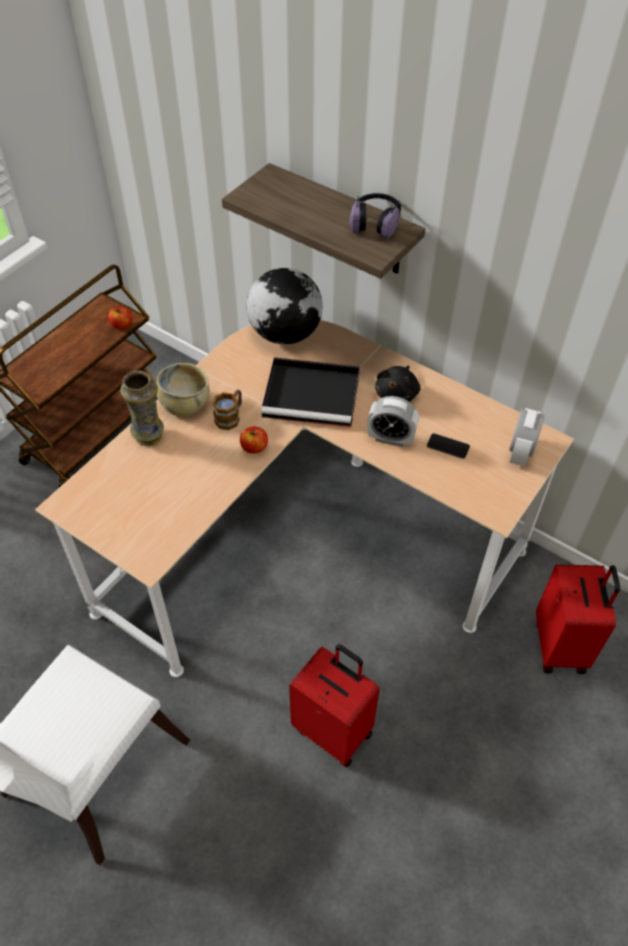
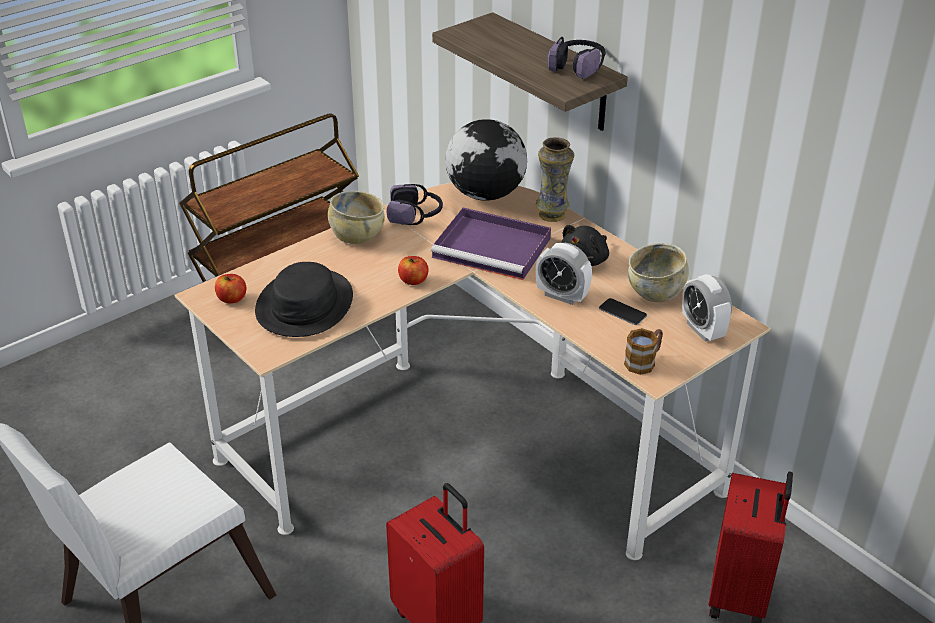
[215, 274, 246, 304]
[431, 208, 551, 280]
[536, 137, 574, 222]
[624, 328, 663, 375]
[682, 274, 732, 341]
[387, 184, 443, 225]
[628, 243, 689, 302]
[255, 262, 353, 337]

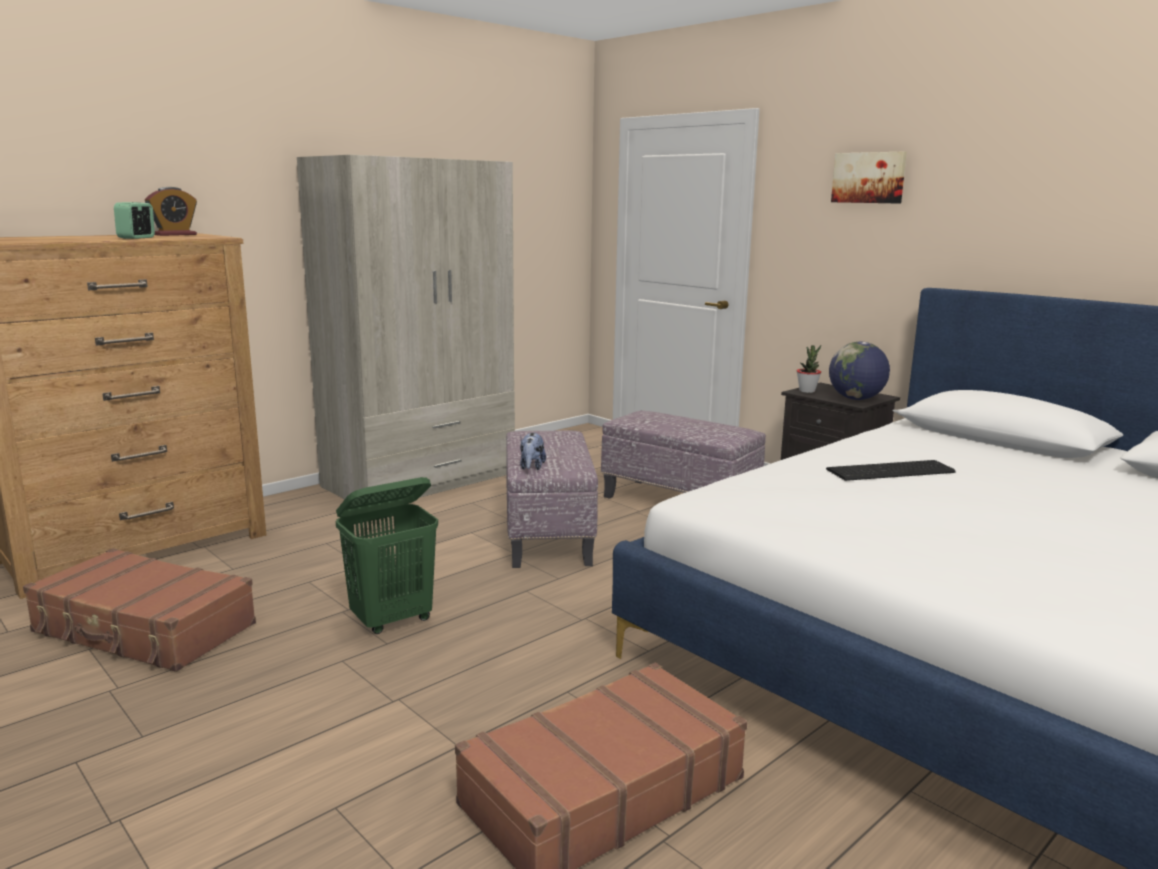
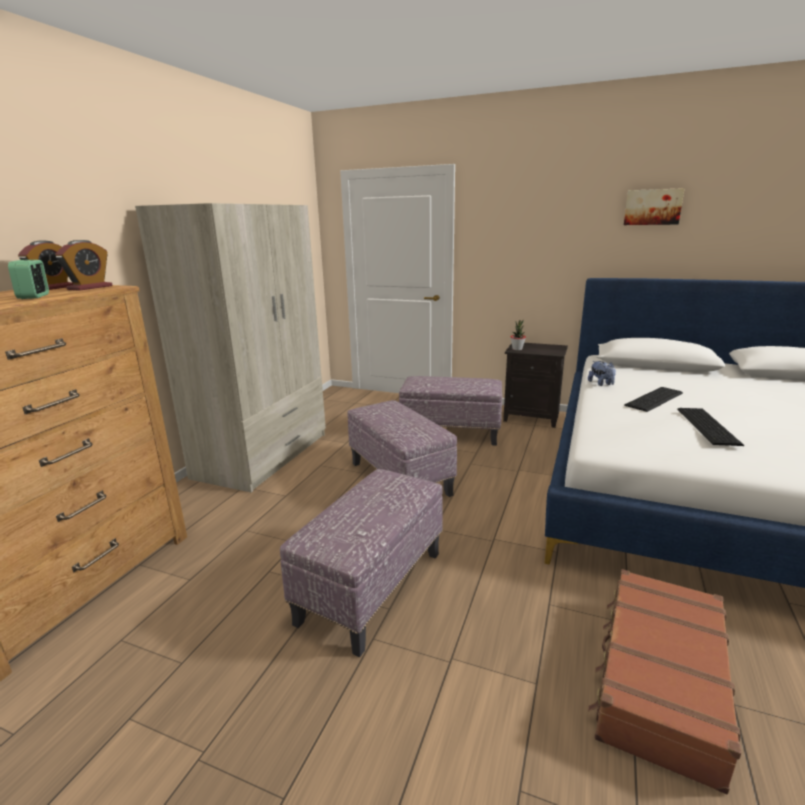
[624, 188, 685, 225]
[829, 341, 890, 400] (first image)
[588, 361, 616, 386]
[280, 469, 443, 657]
[23, 548, 256, 672] (first image)
[55, 240, 112, 291]
[677, 408, 744, 446]

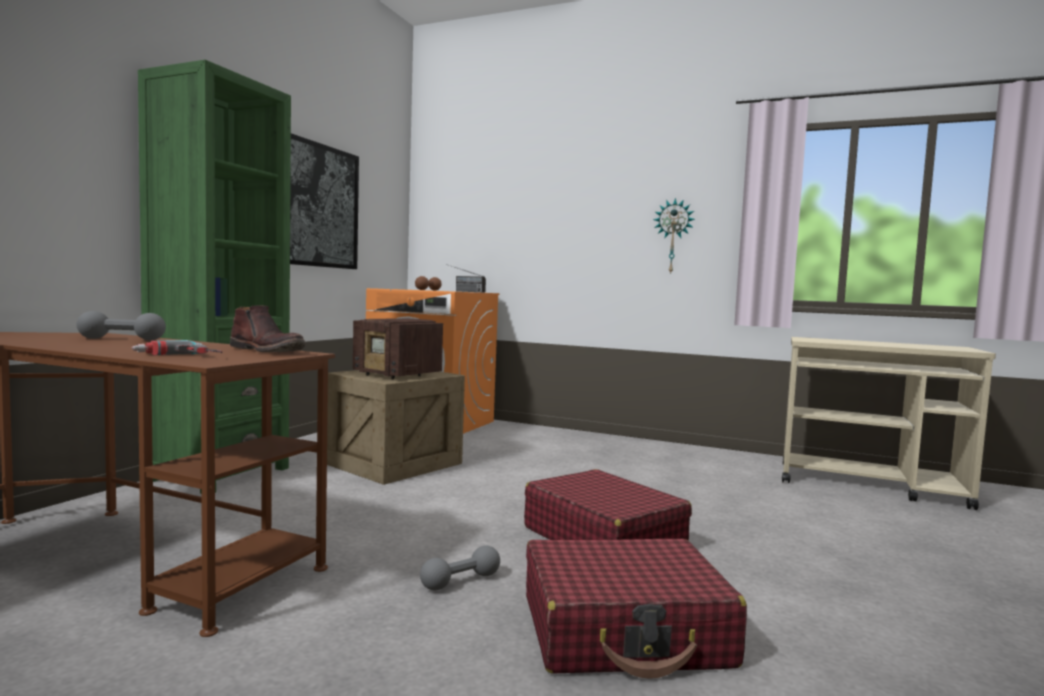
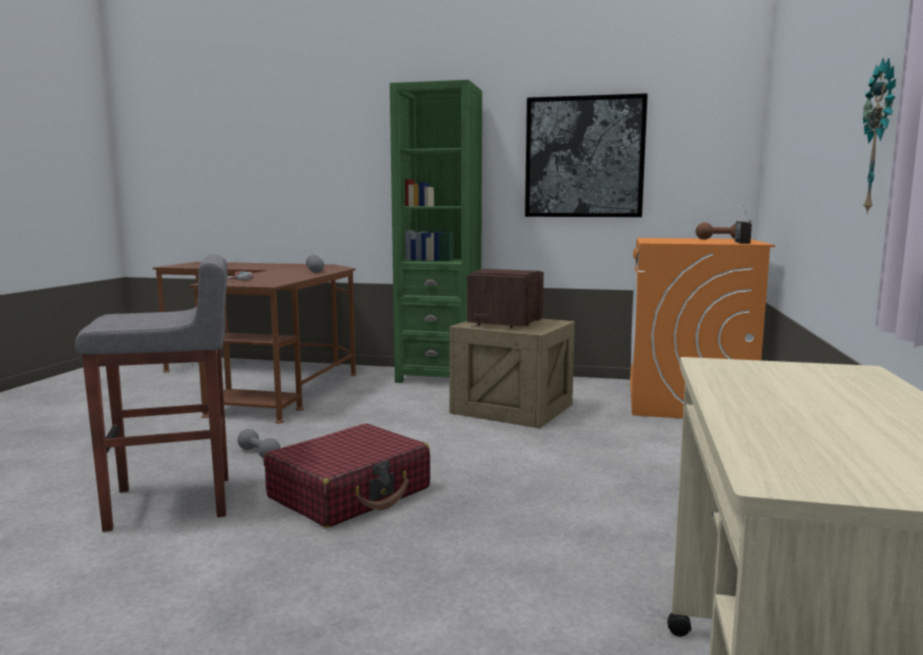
[230, 305, 305, 352] (first image)
[75, 254, 228, 532]

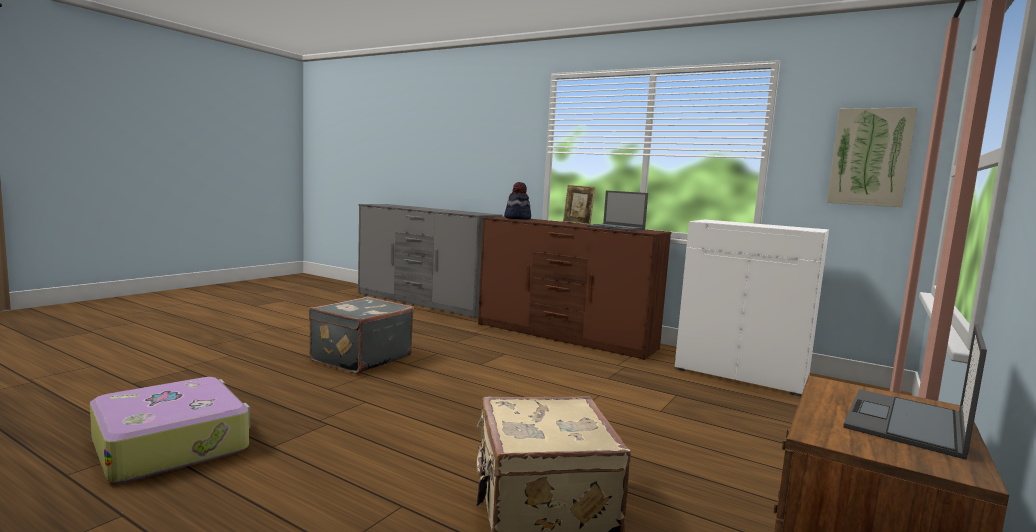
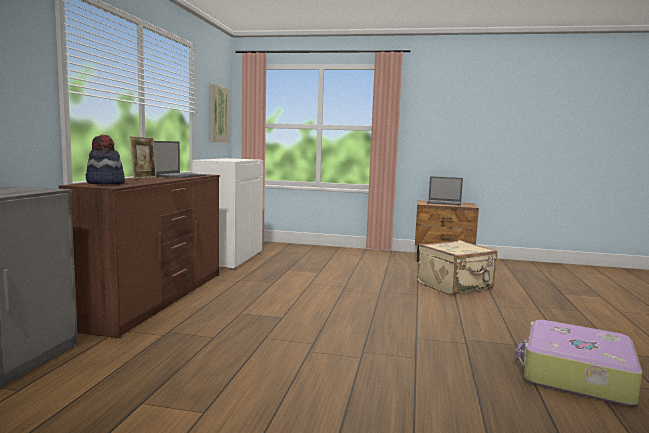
[309, 297, 414, 374] (first image)

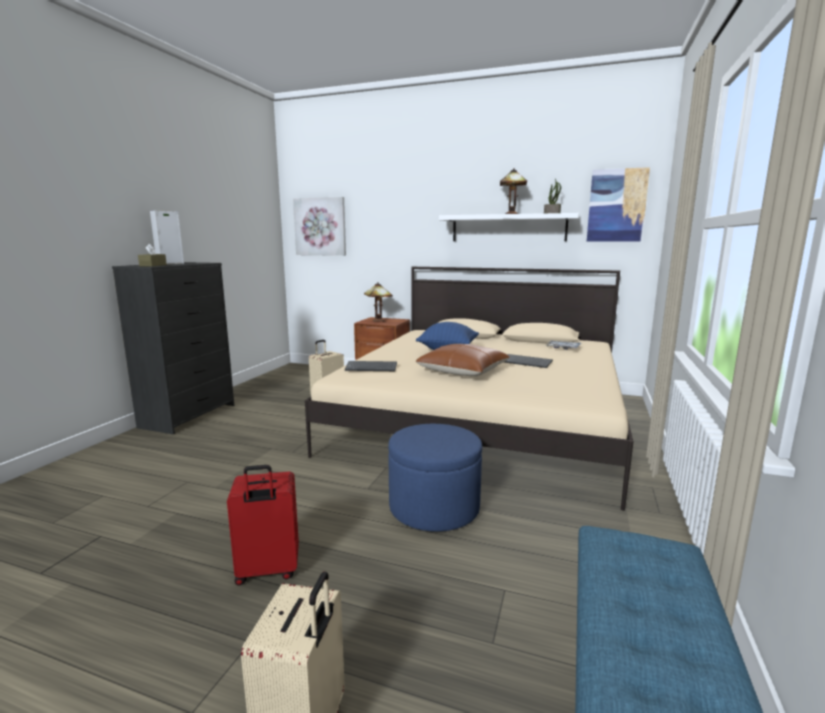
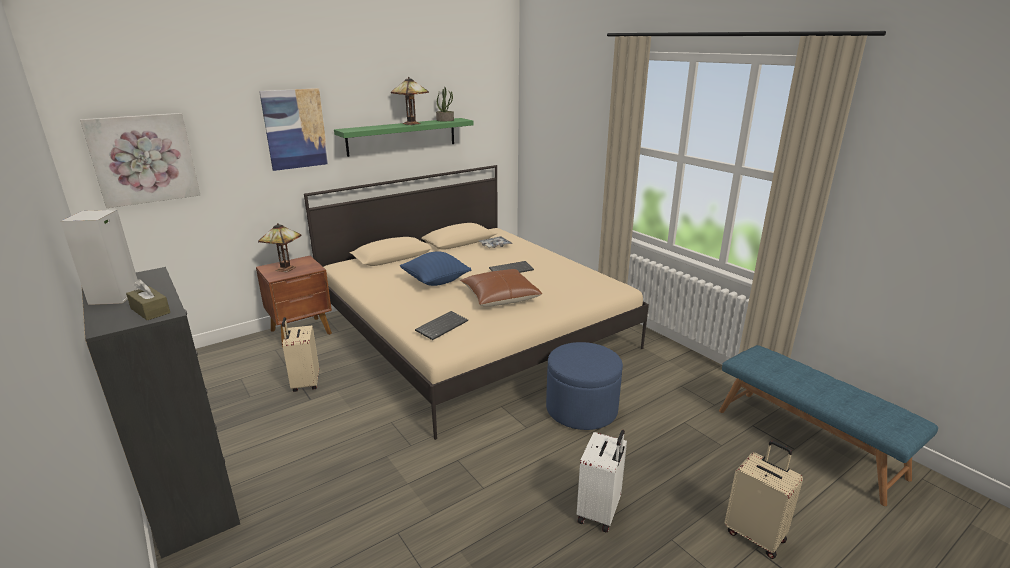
[259, 88, 329, 171]
[334, 118, 474, 157]
[577, 430, 627, 533]

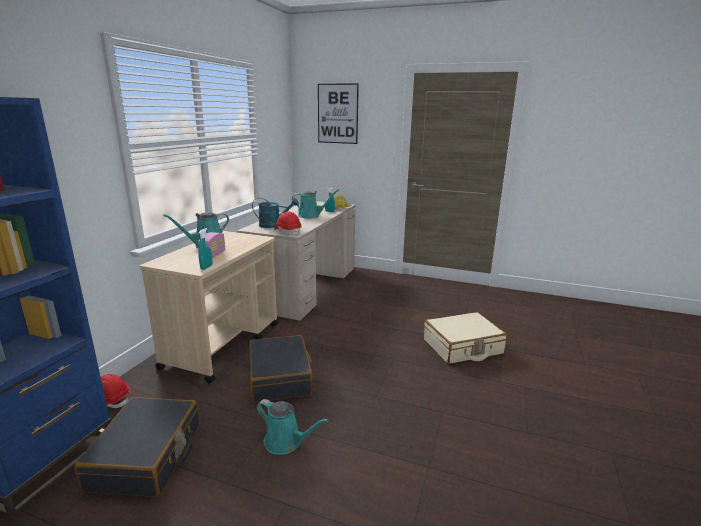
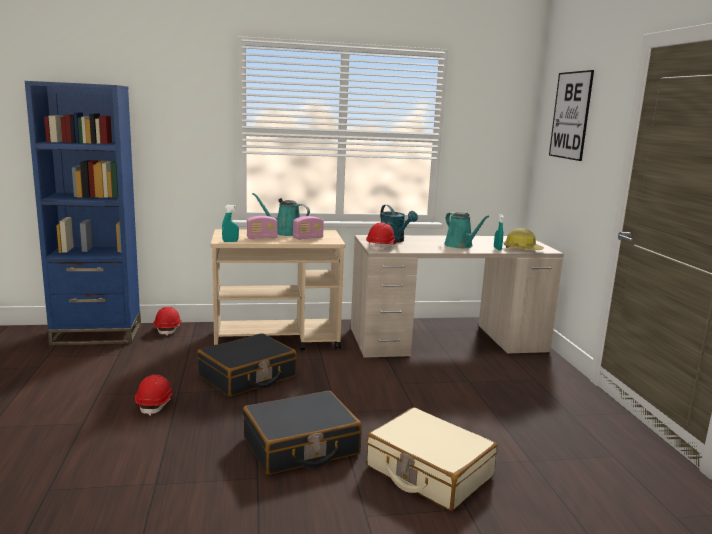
[243, 391, 362, 475]
[135, 375, 174, 416]
[293, 216, 324, 240]

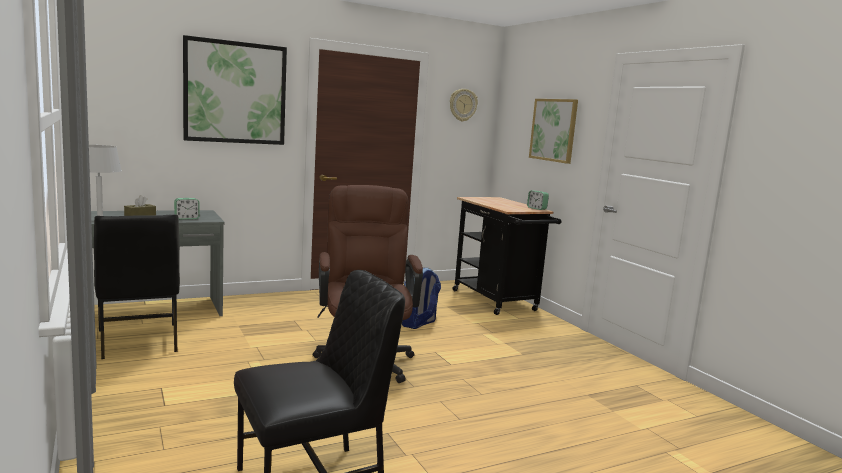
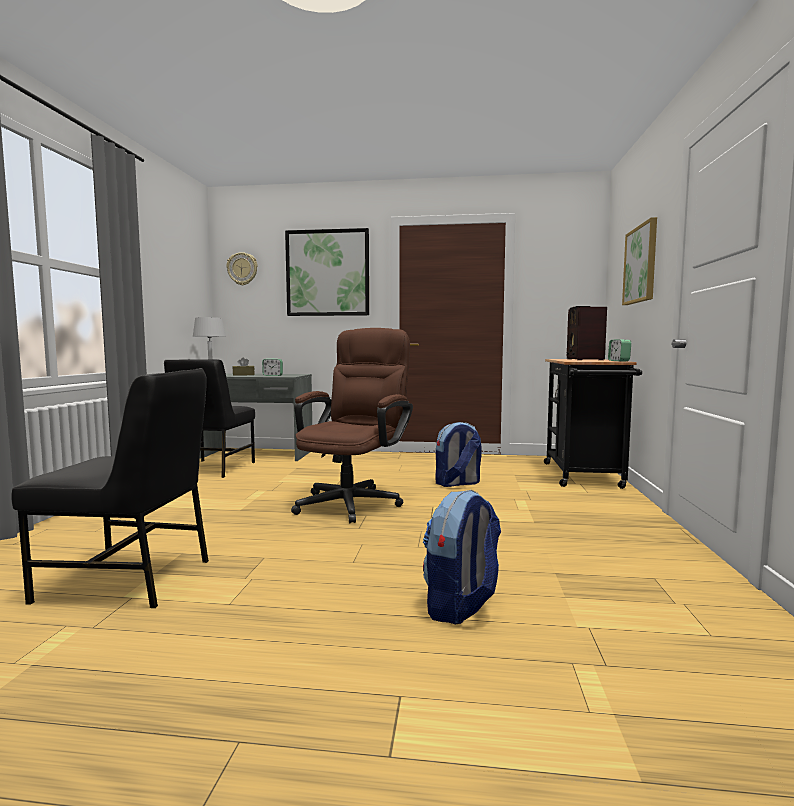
[227, 252, 258, 285]
[567, 306, 607, 360]
[423, 490, 501, 624]

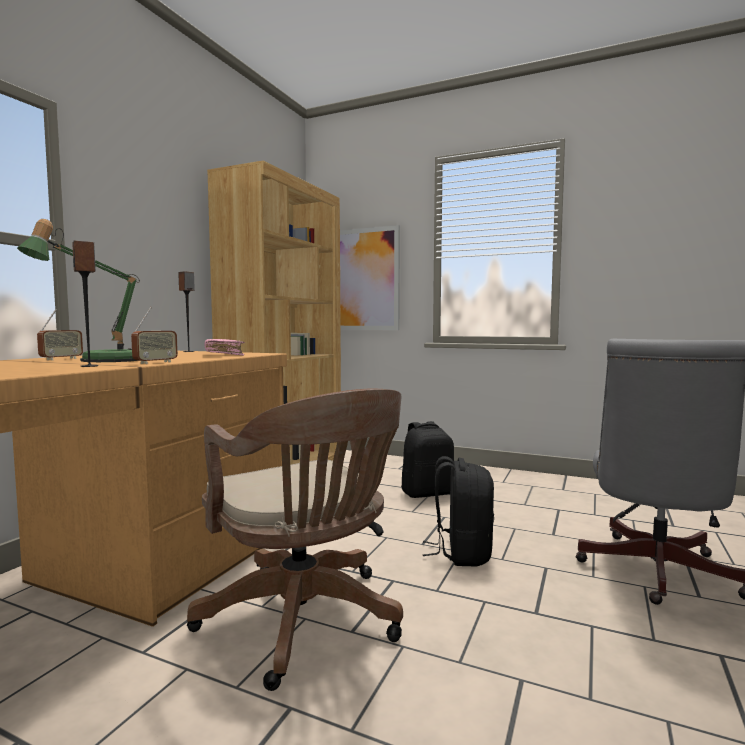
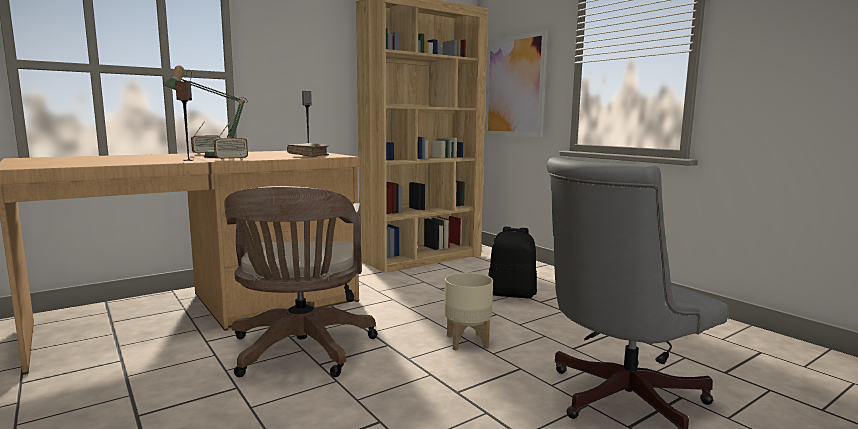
[287, 143, 329, 157]
[444, 272, 493, 350]

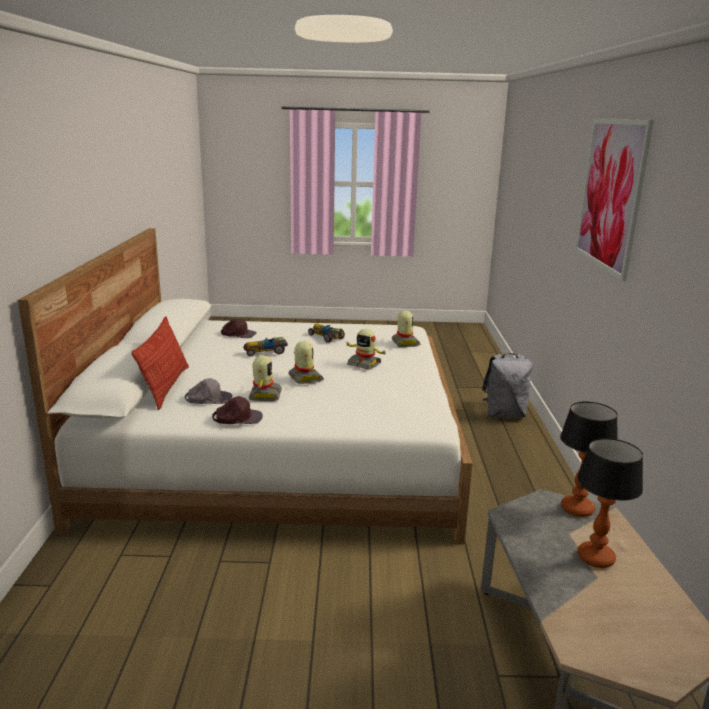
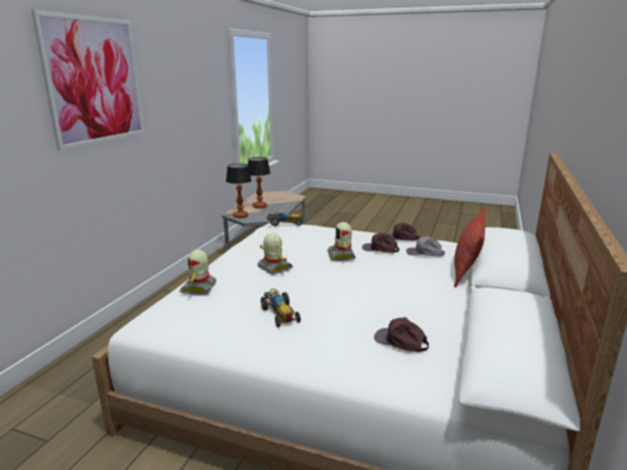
[267, 212, 302, 226]
[482, 353, 533, 418] (first image)
[362, 233, 399, 253]

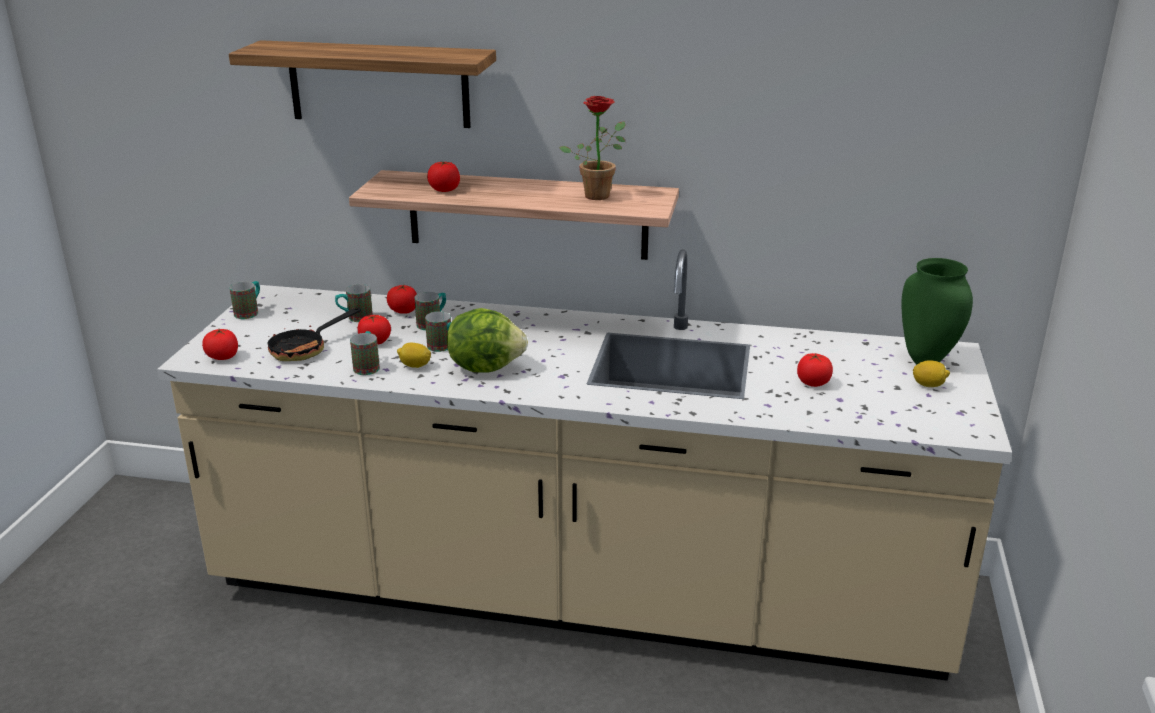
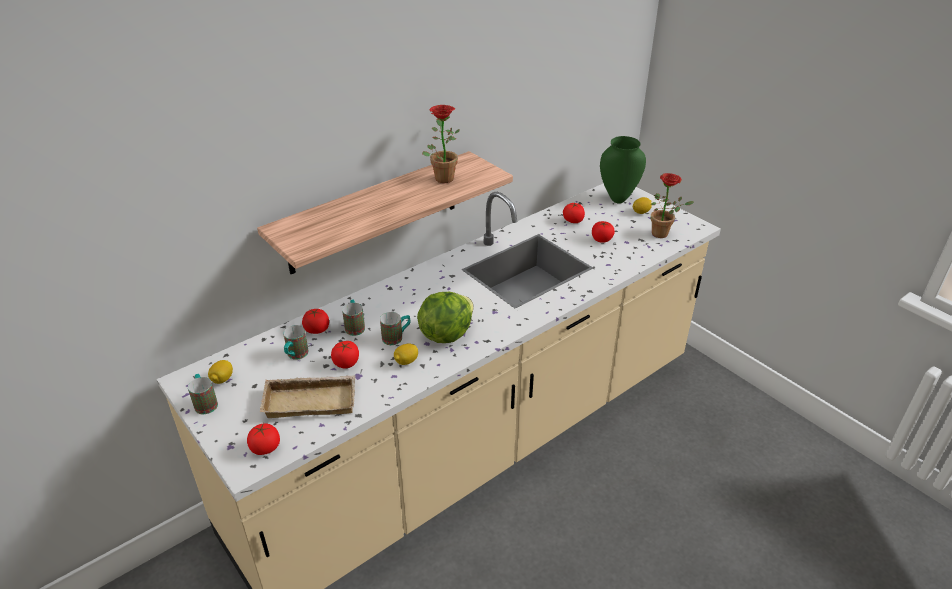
[229, 40, 496, 128] (first image)
[563, 203, 585, 223]
[260, 375, 355, 418]
[350, 331, 380, 375] (first image)
[651, 173, 694, 238]
[208, 360, 233, 384]

